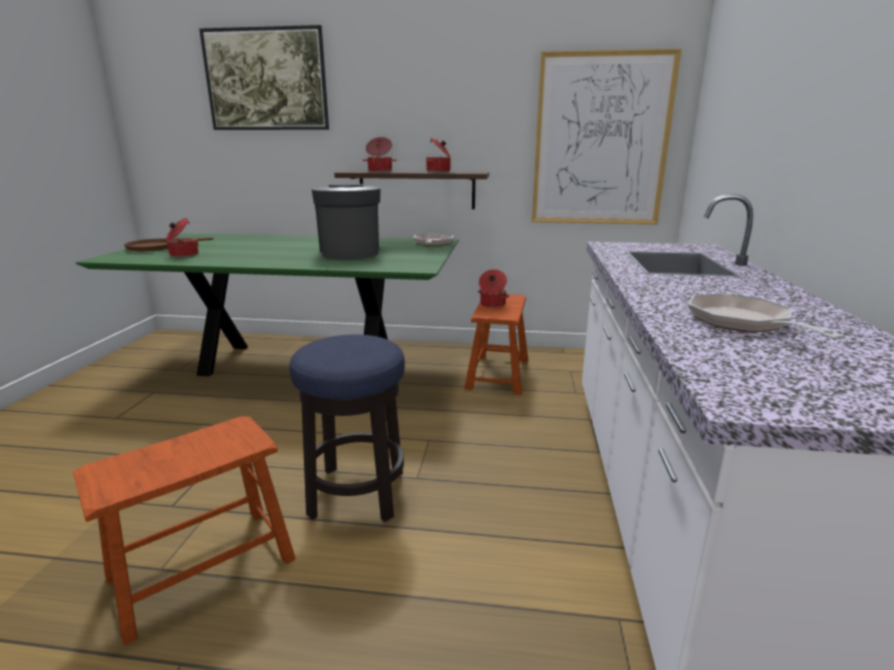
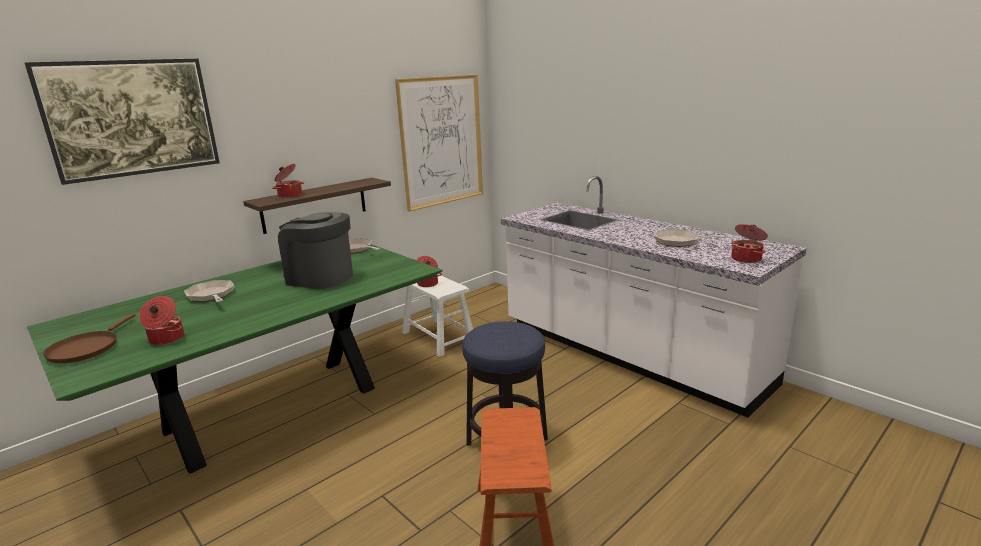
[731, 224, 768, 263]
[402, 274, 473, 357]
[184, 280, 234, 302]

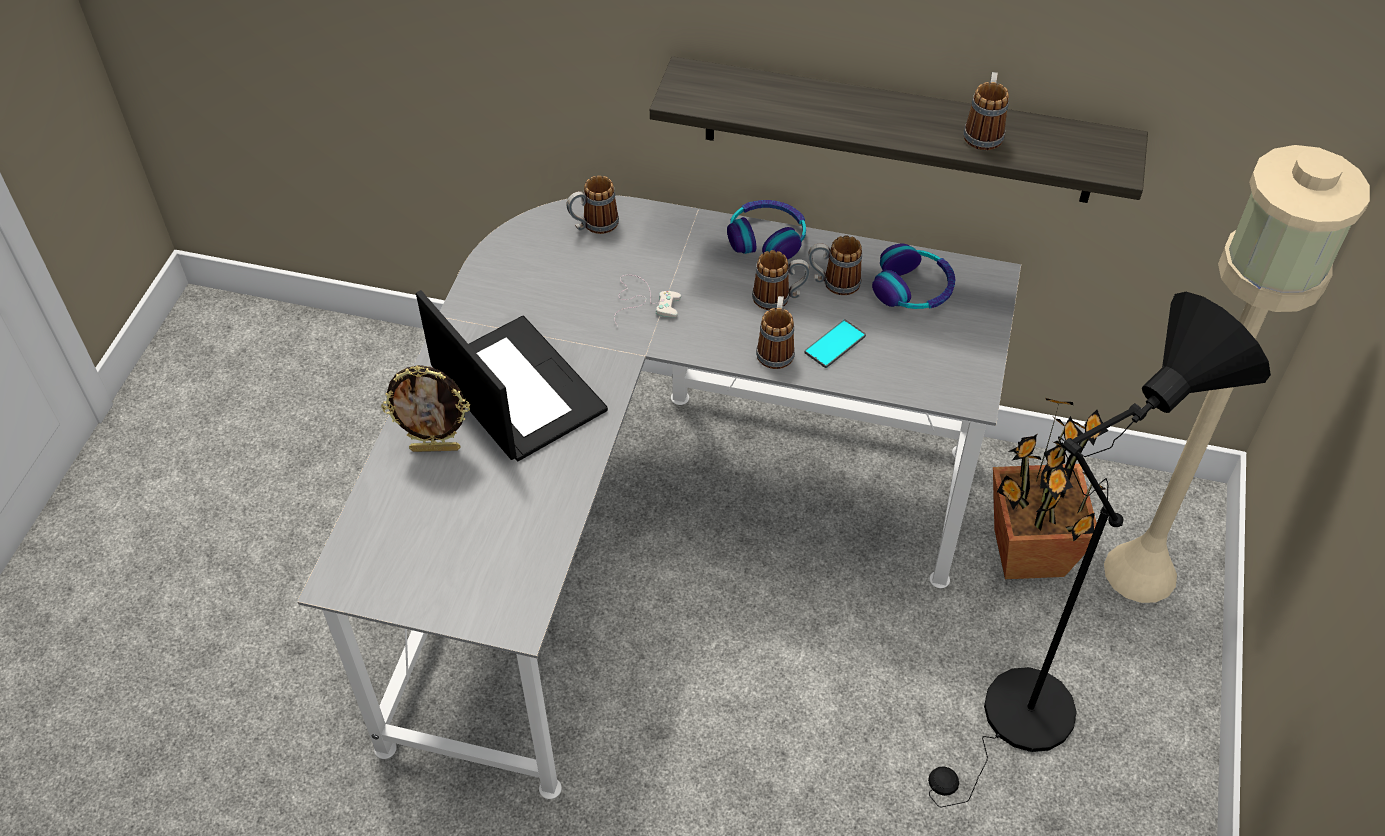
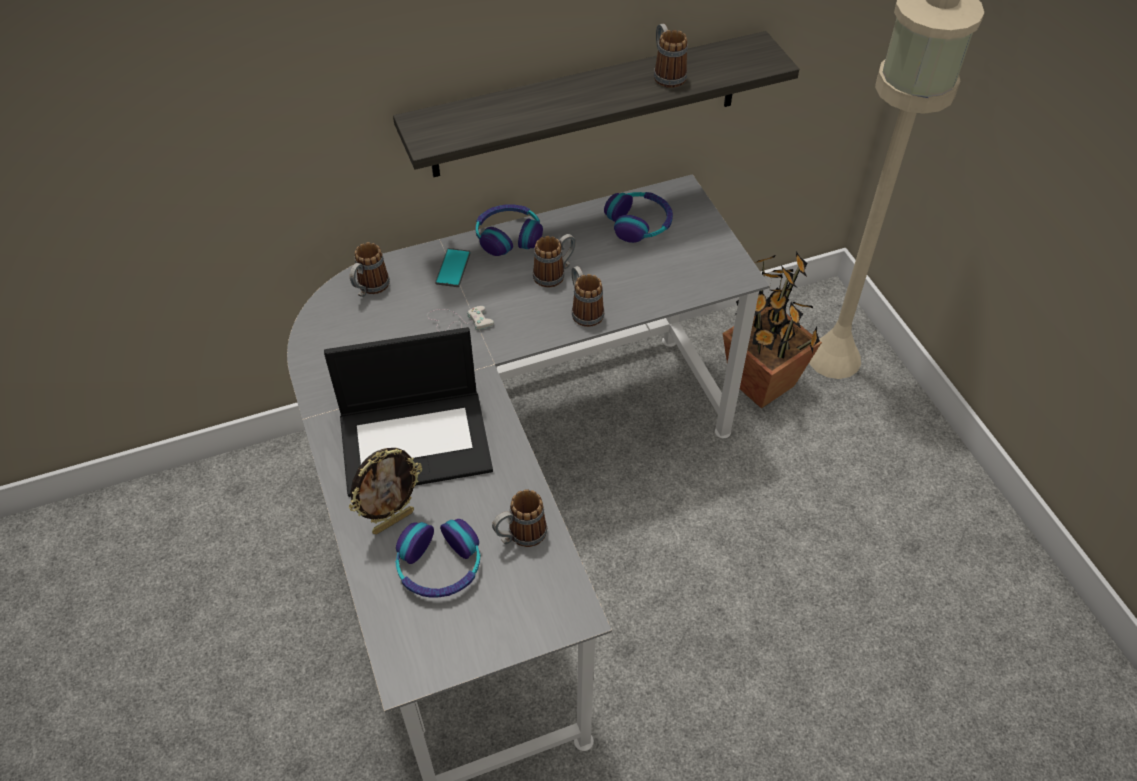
[492, 489, 547, 547]
[324, 327, 493, 497]
[928, 292, 1271, 807] (first image)
[435, 248, 471, 287]
[395, 519, 480, 598]

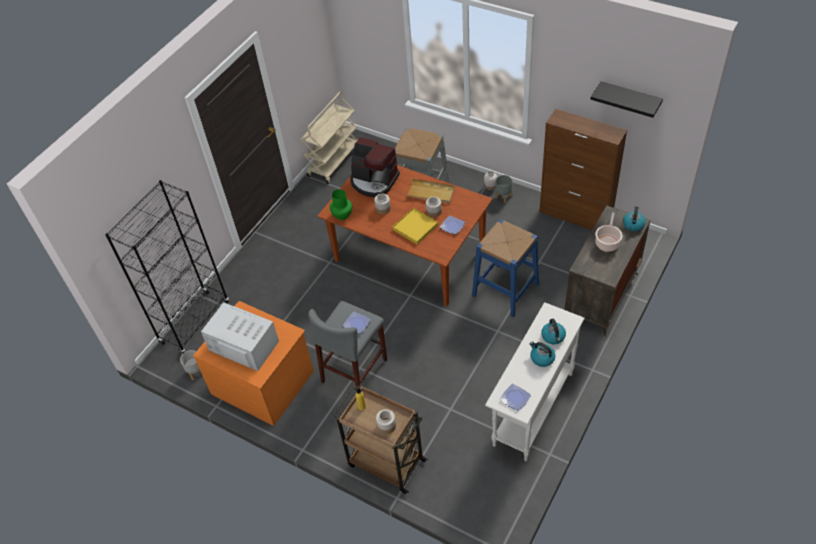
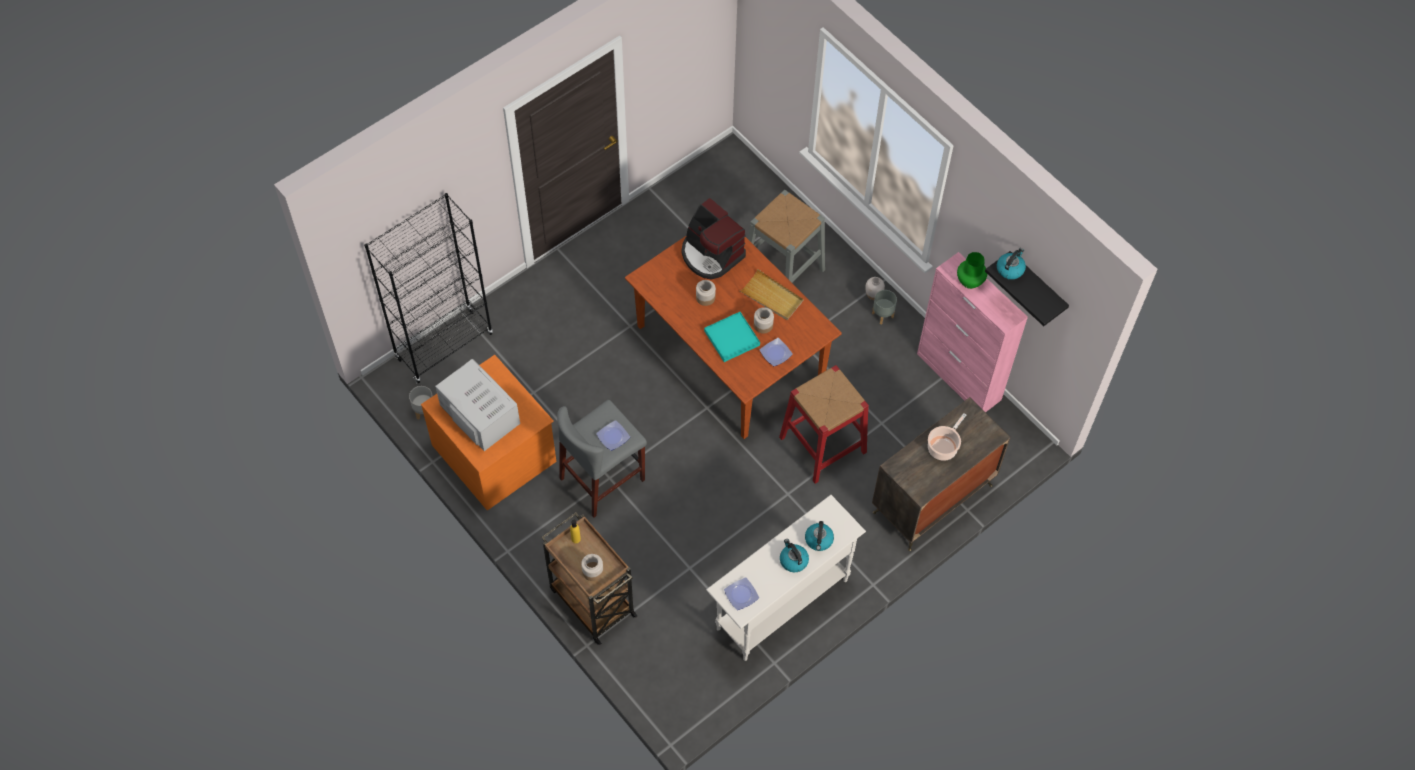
[301, 91, 358, 184] (first image)
[917, 252, 1028, 412]
[957, 252, 987, 289]
[997, 248, 1026, 280]
[704, 312, 760, 362]
[779, 365, 869, 484]

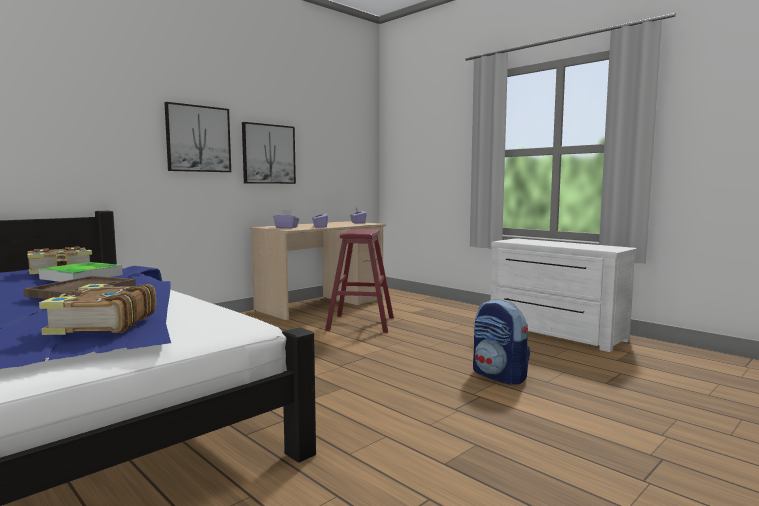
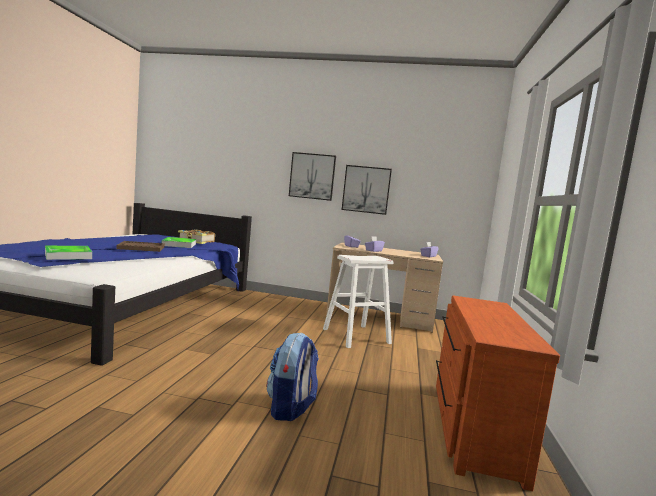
[323, 255, 393, 348]
[436, 295, 560, 491]
[45, 246, 92, 260]

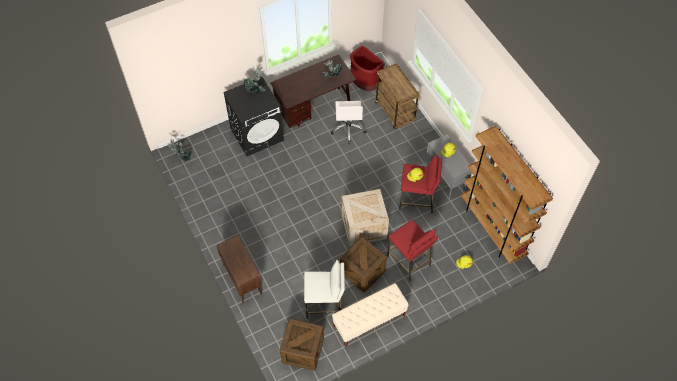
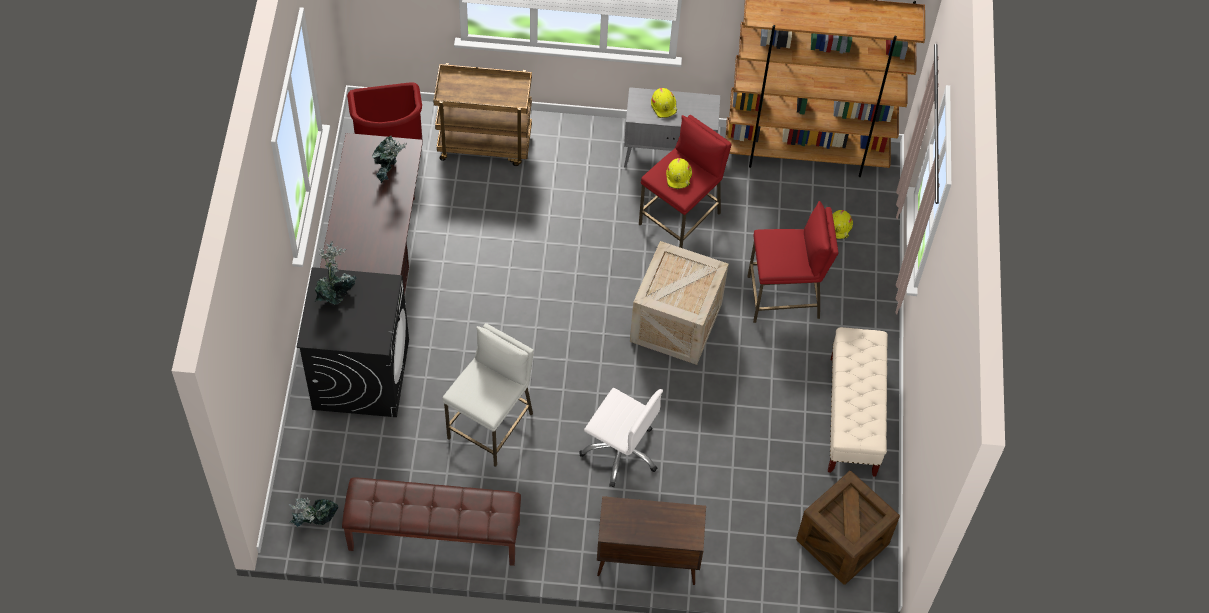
[579, 388, 663, 487]
[340, 237, 387, 293] (first image)
[443, 323, 534, 467]
[342, 477, 521, 566]

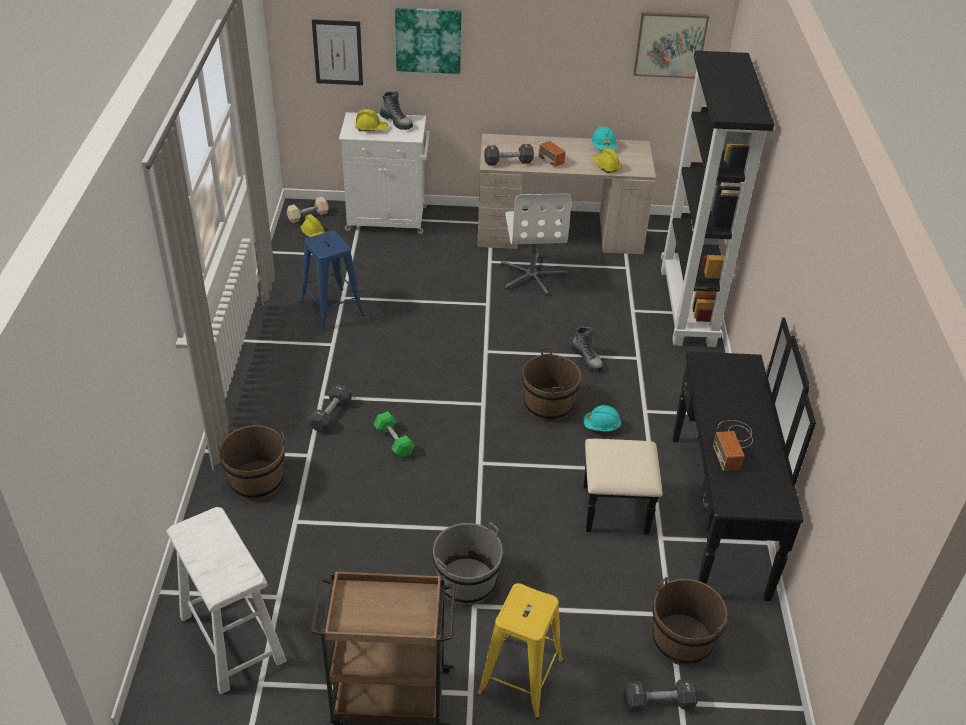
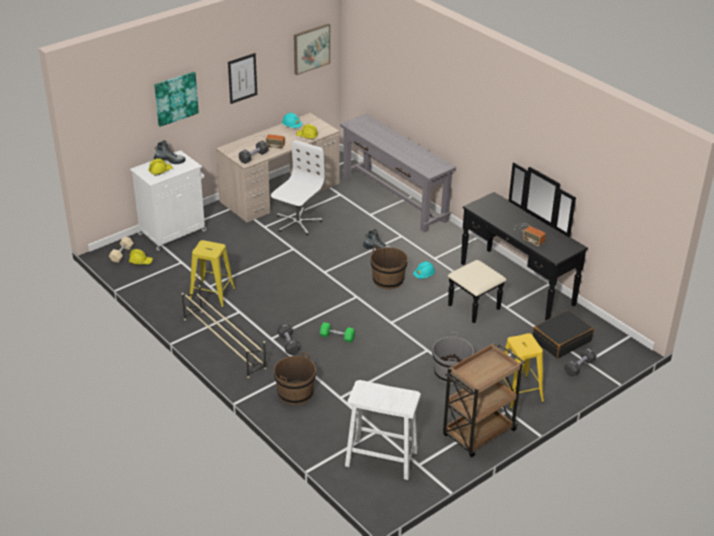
[228, 53, 257, 104]
[340, 114, 456, 233]
[271, 140, 325, 236]
[189, 240, 235, 308]
[532, 310, 594, 359]
[182, 285, 267, 378]

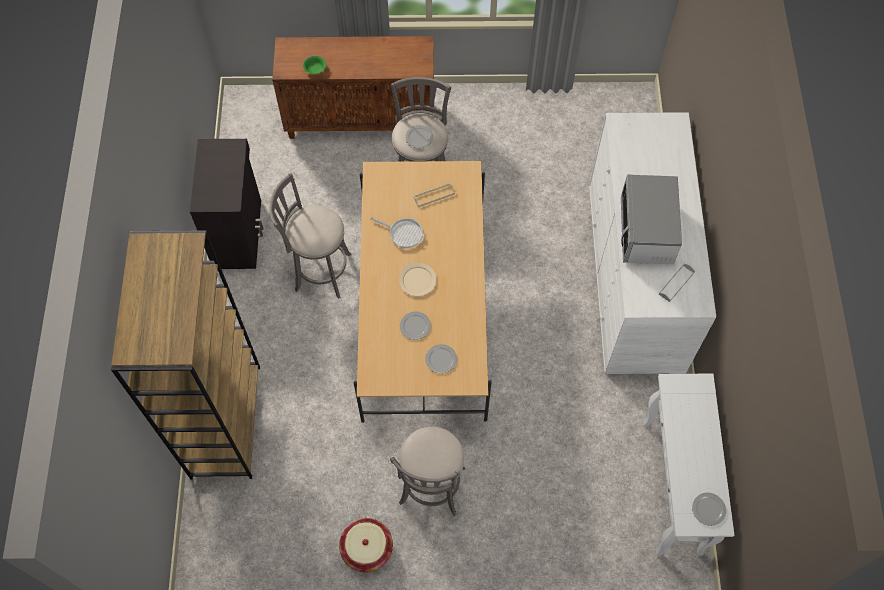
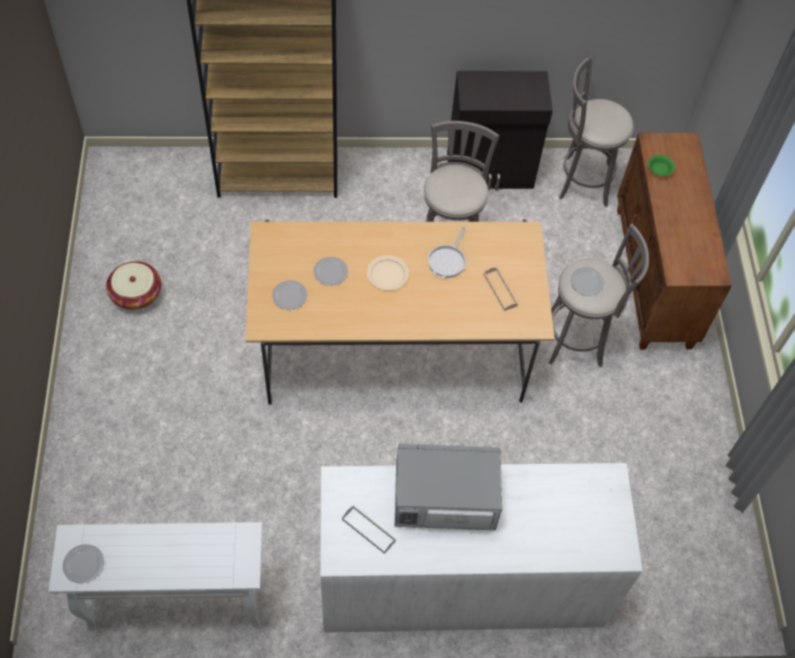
[559, 55, 634, 207]

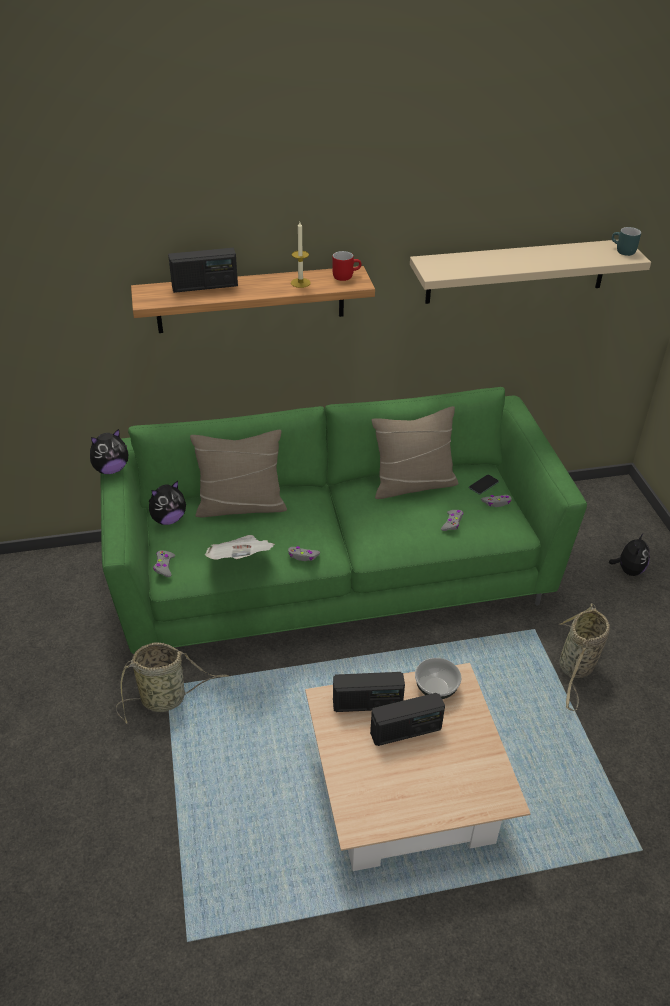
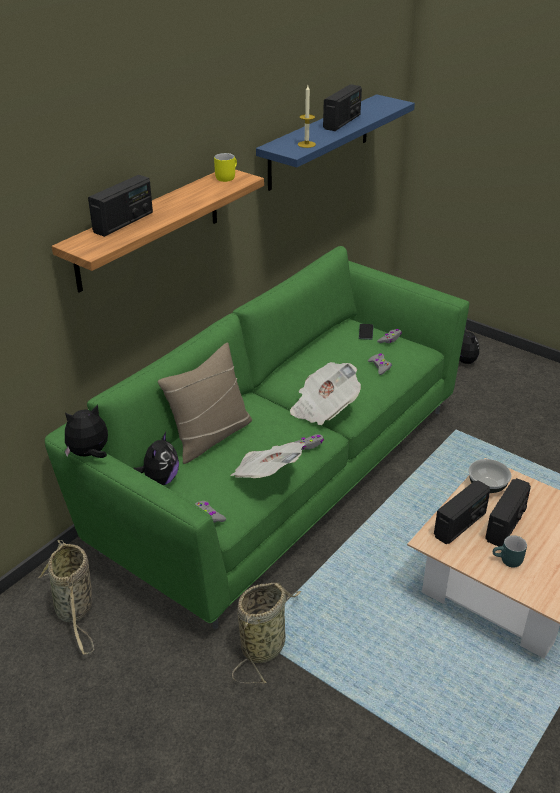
[298, 85, 316, 148]
[493, 535, 527, 568]
[256, 94, 415, 191]
[214, 153, 237, 182]
[372, 406, 459, 499] (first image)
[65, 404, 108, 458]
[38, 540, 94, 654]
[323, 84, 362, 131]
[290, 362, 361, 425]

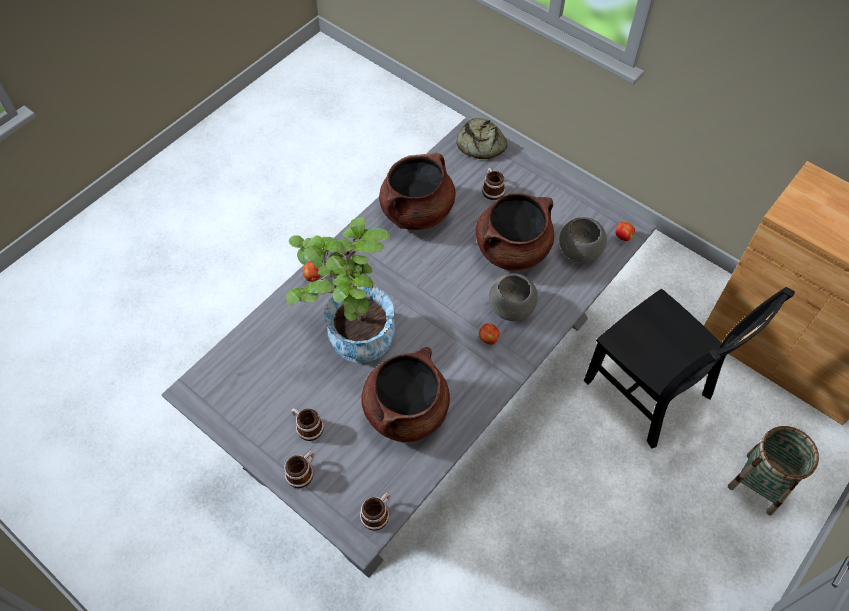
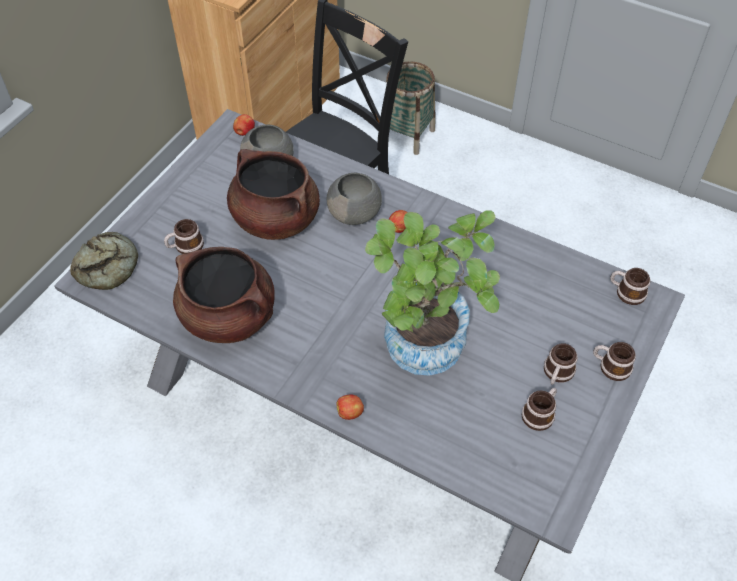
[361, 347, 450, 442] (first image)
[522, 388, 557, 431]

